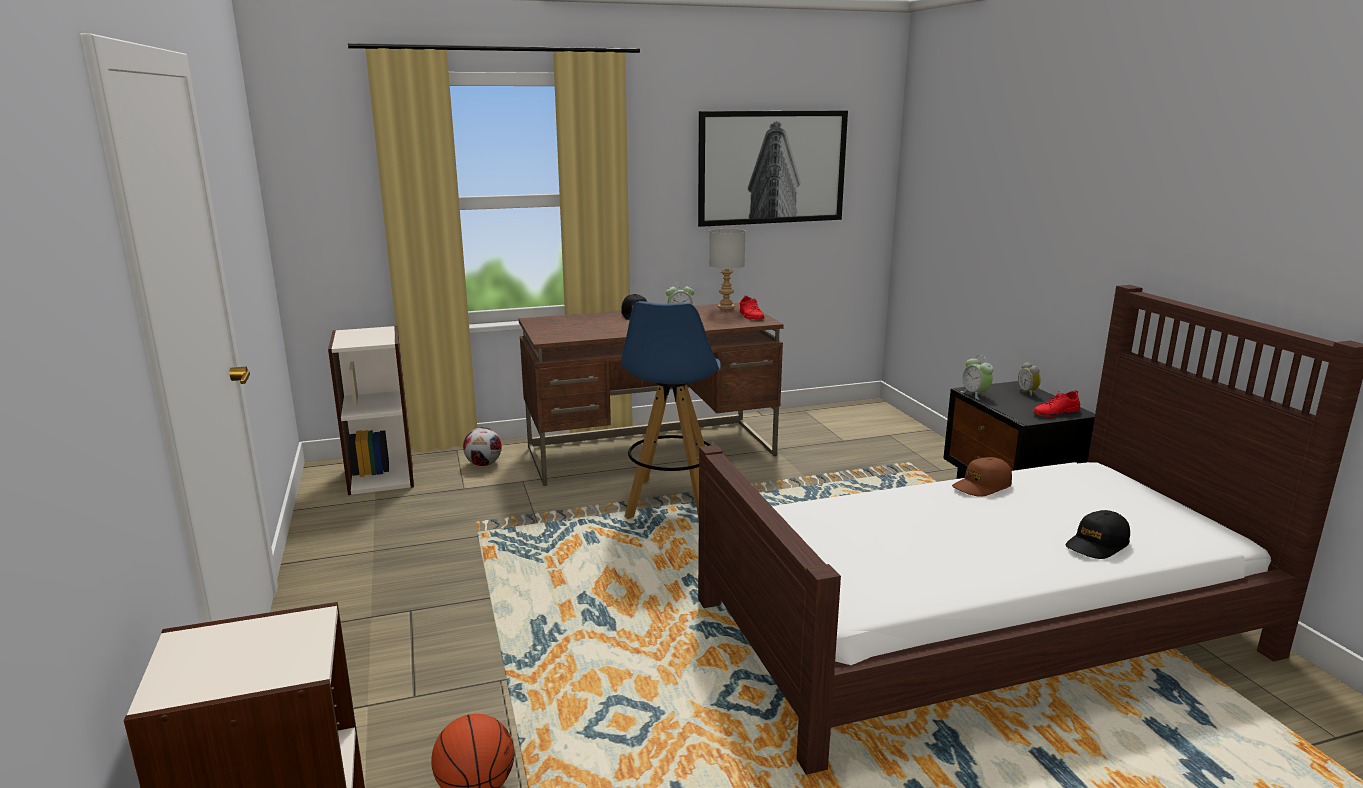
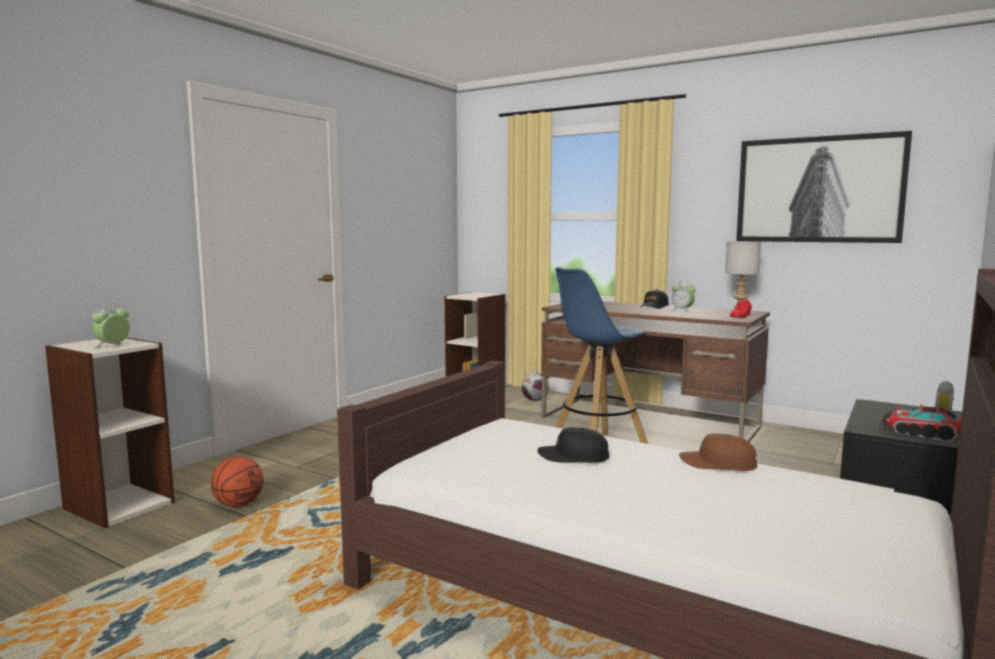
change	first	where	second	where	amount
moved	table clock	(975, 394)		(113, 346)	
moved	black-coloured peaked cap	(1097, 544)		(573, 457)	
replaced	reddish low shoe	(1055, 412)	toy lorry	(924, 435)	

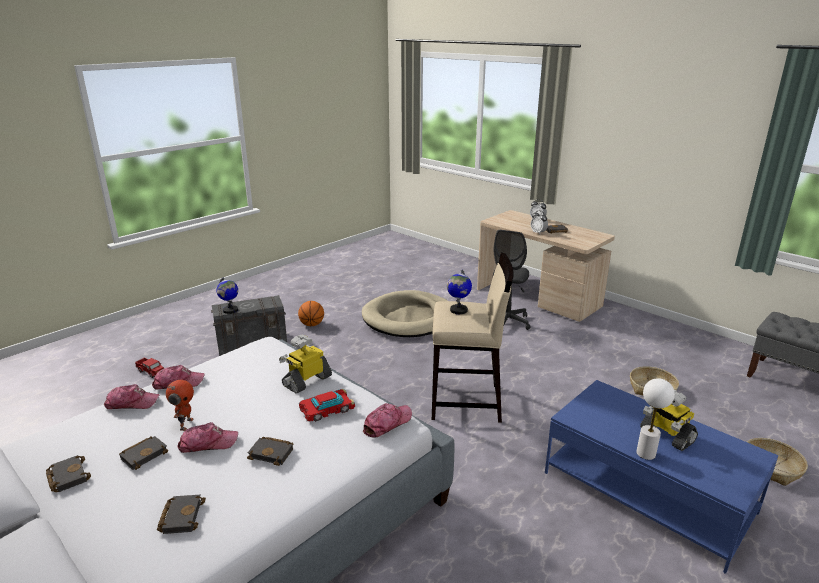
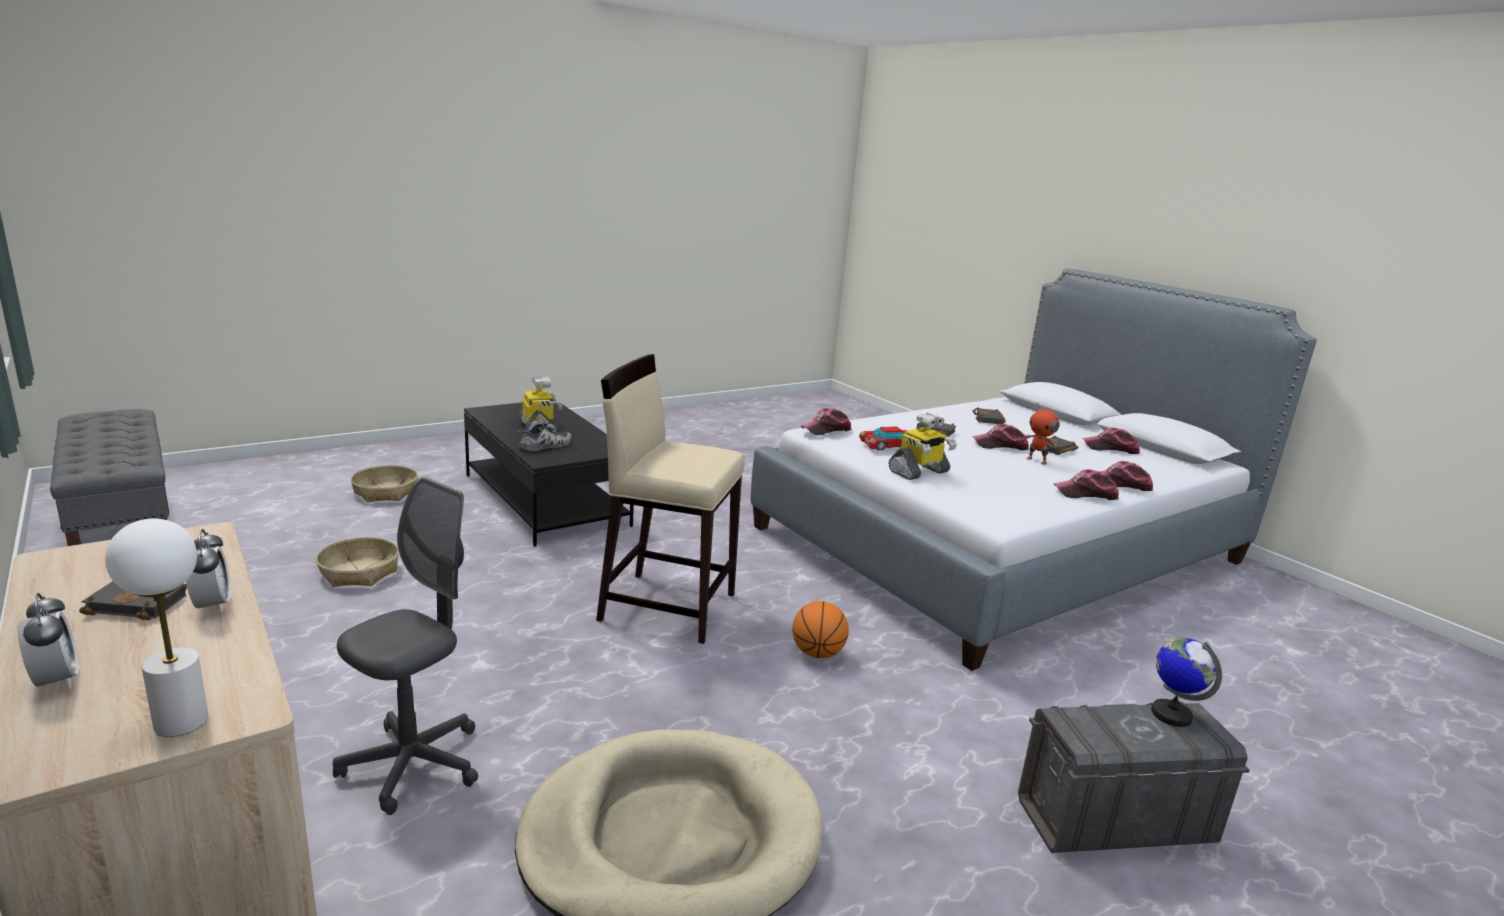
change	first	where	second	where	amount
moved	white-coloured tabletop lamp	(645, 453)		(182, 721)	
recoloured	bluish lounge table	(647, 492)	black-coloured lounge table	(545, 500)	
added			low shoe	(545, 446)	
moved	ball for basketball	(312, 324)		(817, 653)	
turned	robot figure	(185, 424)		(1037, 460)	60 degrees counterclockwise
replaced	black-coloured book	(67, 476)	peaked cap	(1111, 448)	
removed	toy lorry	(151, 371)			
removed	globe	(458, 310)			

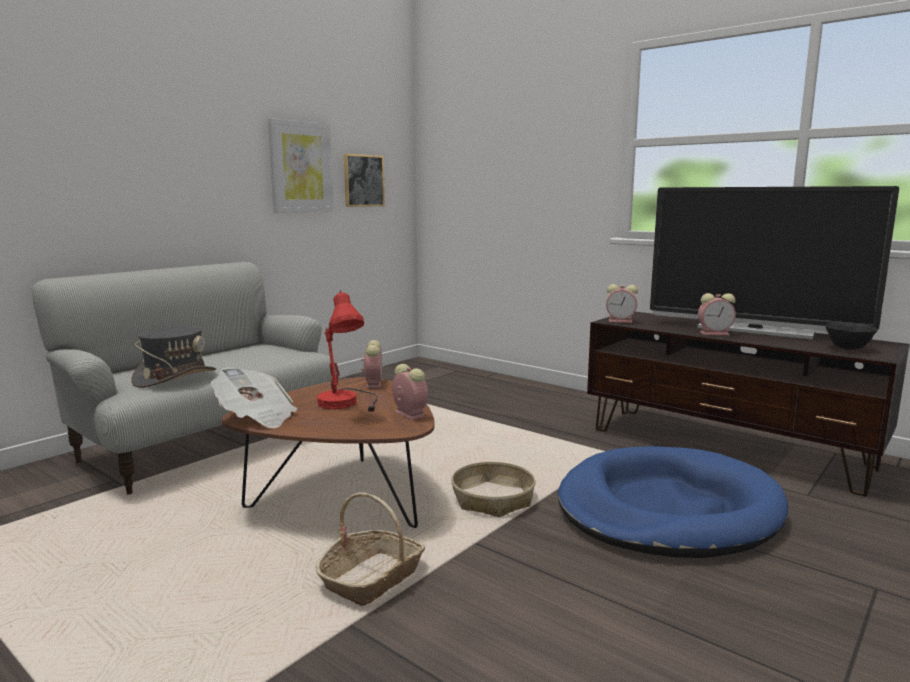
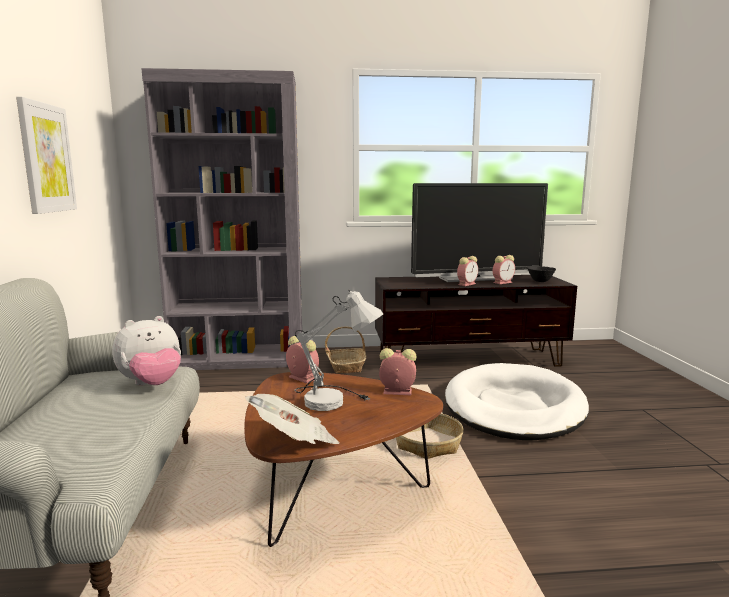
change	first	where	second	where	amount
added			plush toy	(152, 384)	
added			greyish bookshelf	(239, 360)	
recoloured	reddish tabletop lamp	(350, 404)	white-coloured tabletop lamp	(335, 400)	
moved	storage basket	(372, 578)		(346, 366)	
recoloured	bluish dog cushion	(667, 509)	white-coloured dog cushion	(514, 407)	
moved	table clock	(621, 321)		(503, 282)	
removed	greyish clothing hat	(175, 378)			
removed	wall picture	(363, 180)			

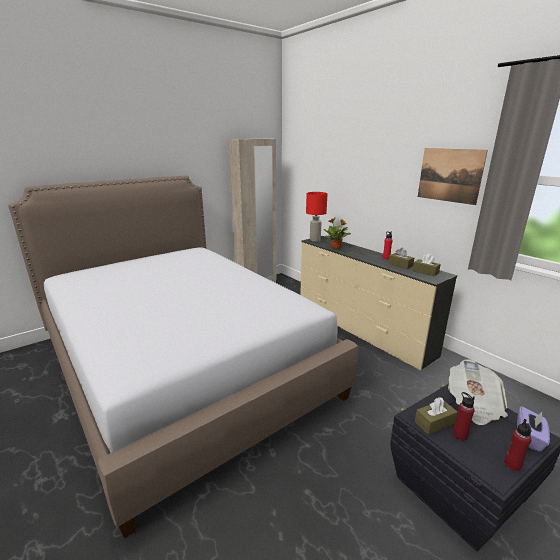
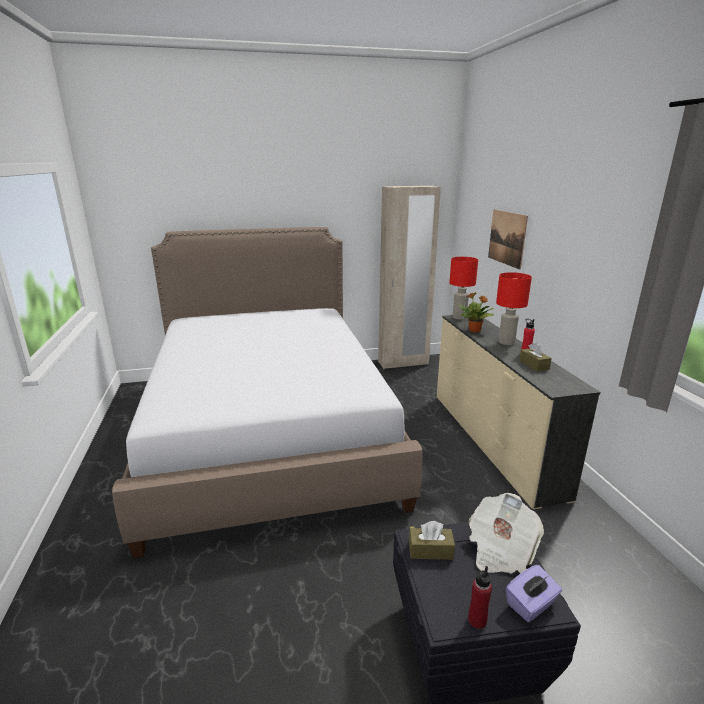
change	first	where	second	where	amount
moved	wall picture	(449, 175)		(507, 238)	
added			reddish tabletop lamp	(506, 342)	
removed	brownish box of tissues	(425, 272)			
removed	reddish bottle	(459, 435)			

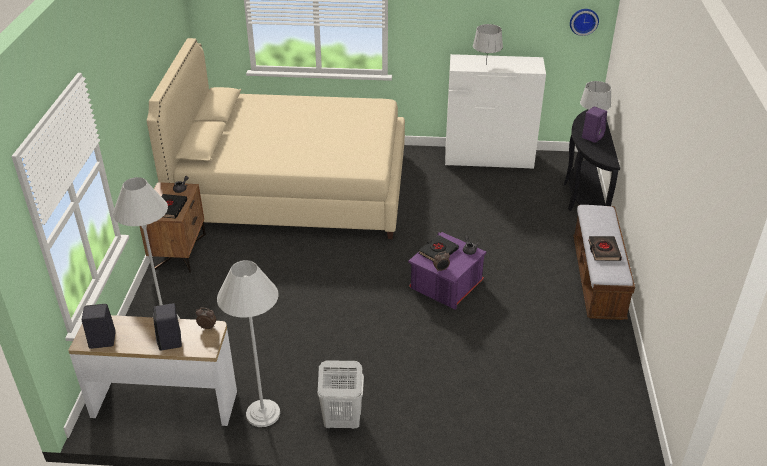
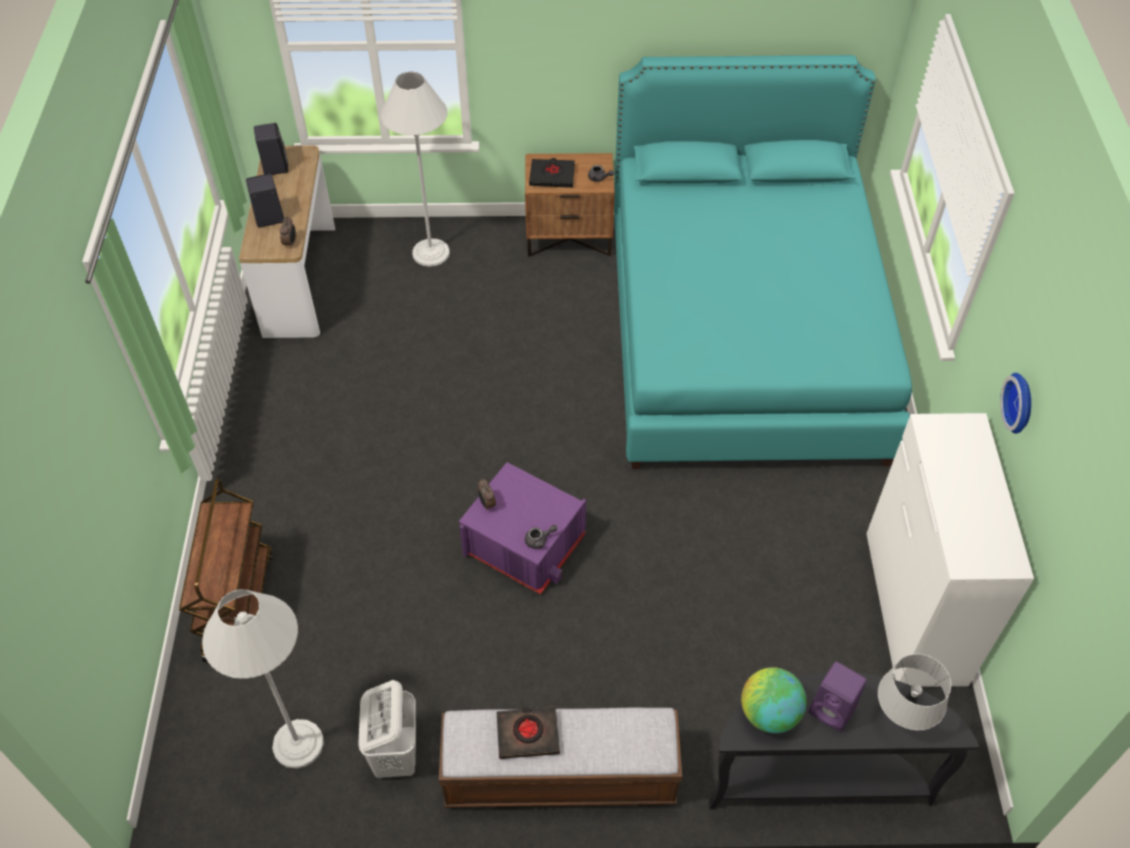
change	first	where	second	where	amount
added			brownish wheeled cart	(238, 605)	
moved	white-coloured standing lamp	(263, 413)		(298, 744)	
moved	white-coloured laundry basket	(341, 421)		(396, 754)	
recoloured	beige sleeping bed	(293, 189)	turquoise sleeping bed	(741, 333)	
added			globe	(769, 713)	
moved	hanging clock	(583, 21)		(1021, 403)	
removed	black-coloured book	(438, 251)			
removed	greyish tabletop lamp	(486, 64)			

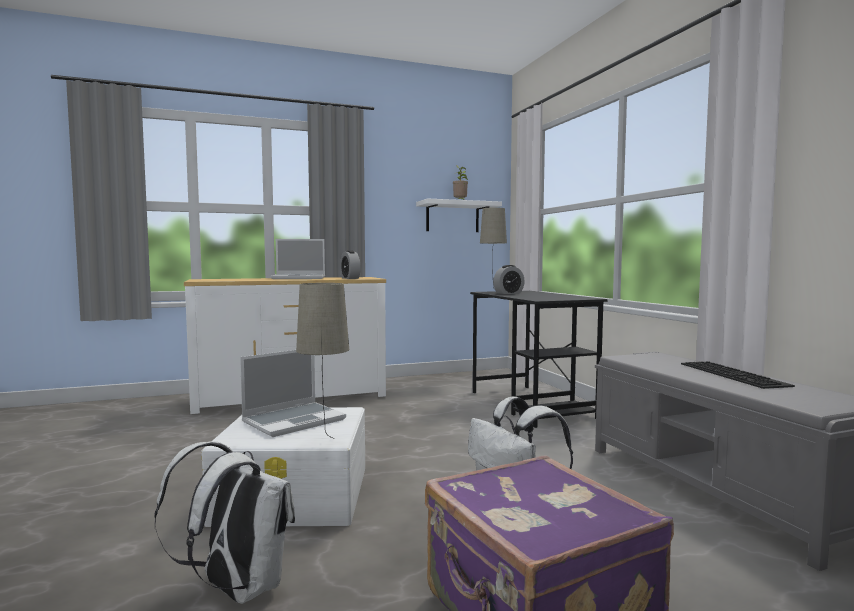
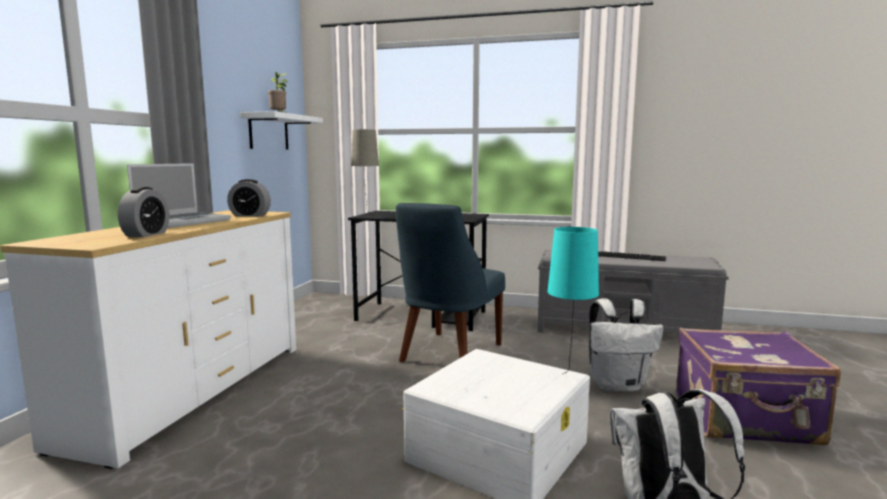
change	first	where	second	where	amount
moved	table clock	(508, 293)		(146, 234)	
added			bluish chair	(448, 354)	
recoloured	beige tabletop lamp	(324, 442)	turquoise tabletop lamp	(569, 379)	
removed	portable computer	(294, 420)			

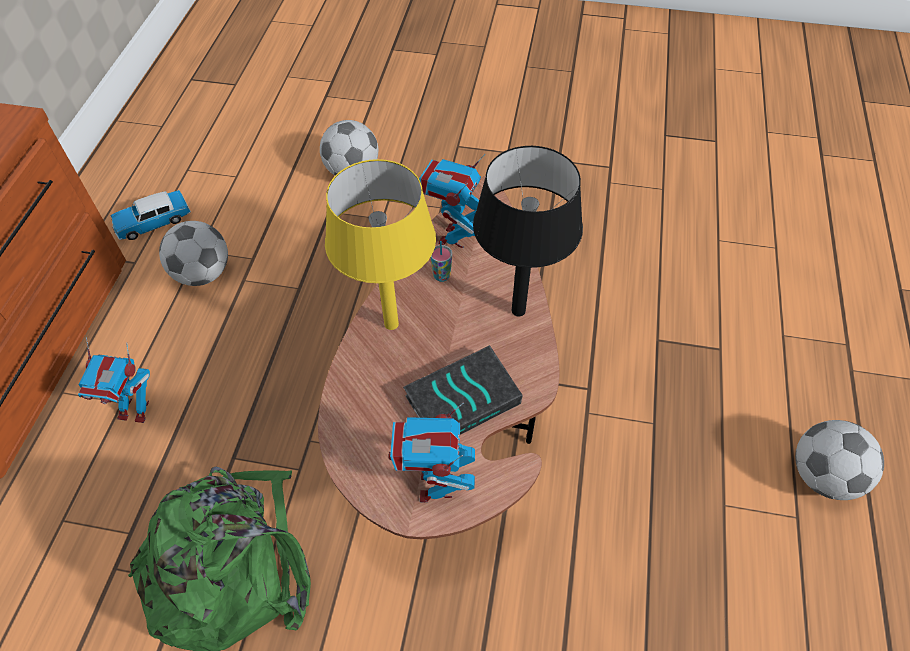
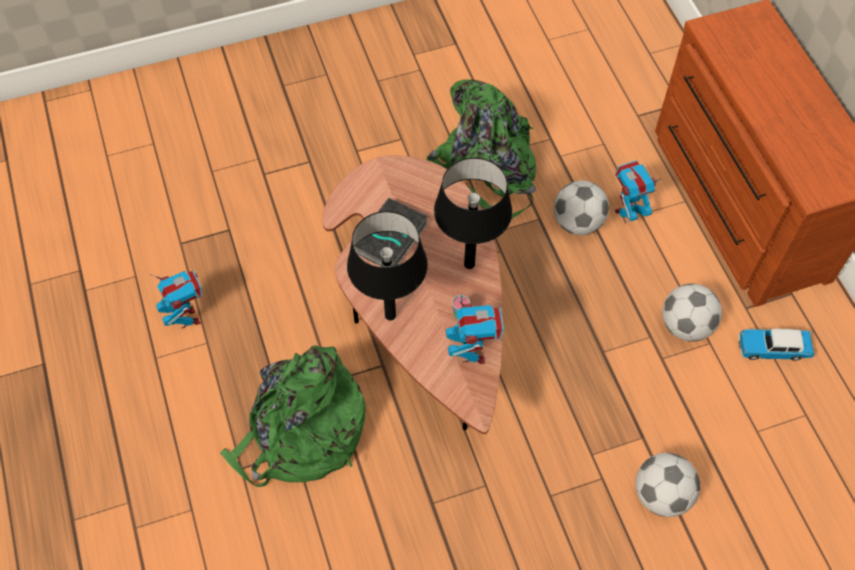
change	first	where	second	where	amount
moved	robot figure	(435, 486)		(188, 318)	
added			green-coloured backpack	(301, 433)	
recoloured	yellow-coloured tabletop lamp	(392, 324)	black-coloured tabletop lamp	(469, 264)	
moved	football	(823, 476)		(577, 222)	
turned	model car	(153, 222)		(773, 348)	120 degrees counterclockwise

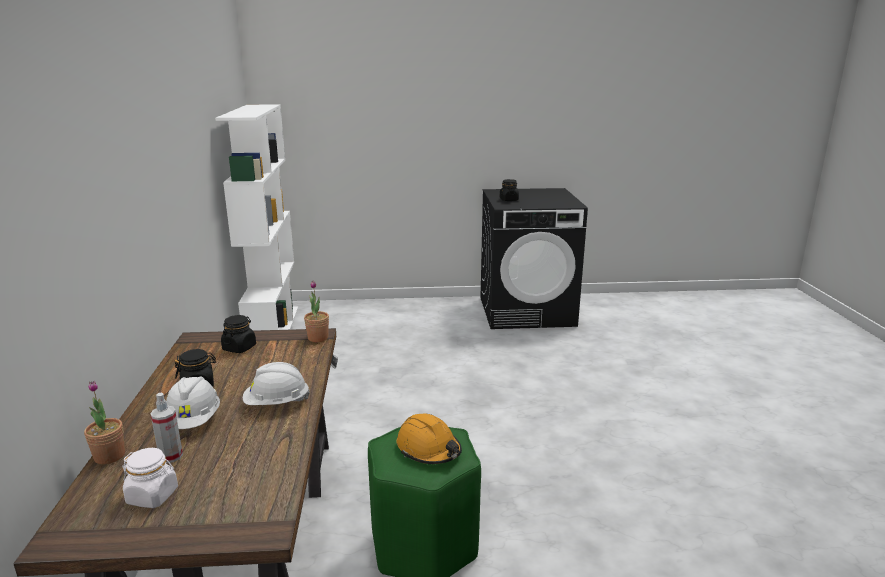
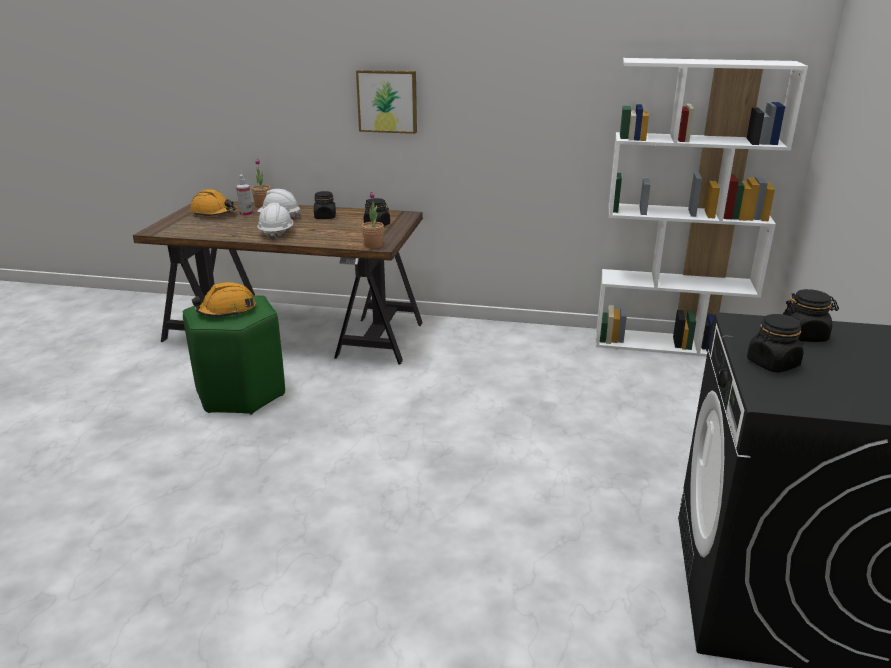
change	first	where	second	where	amount
replaced	white-coloured preserve jar	(153, 496)	orange-coloured work helmet	(213, 213)	
added			wall picture	(387, 101)	
added			black-coloured preserve jar	(772, 364)	

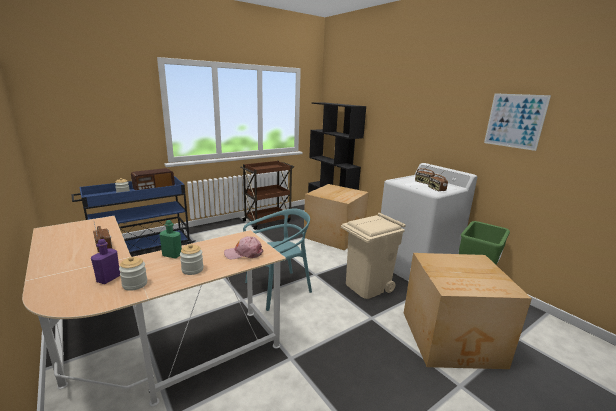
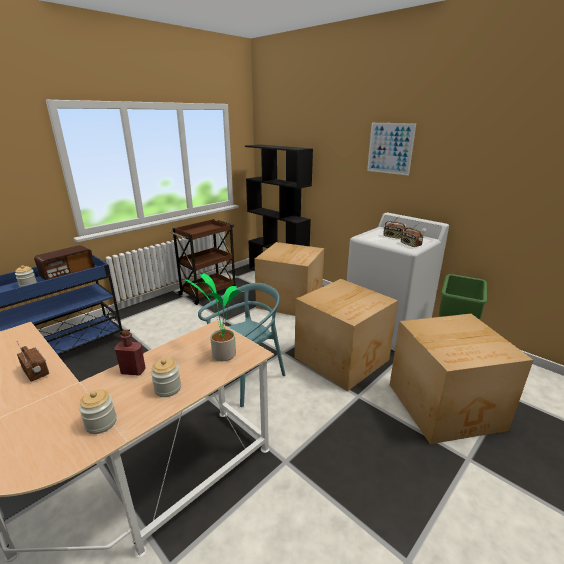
change	first	where	second	where	amount
recoloured	green-coloured bottle	(172, 255)	reddish bottle	(133, 371)	
replaced	pinkish peaked cap	(244, 253)	plant in a pot	(222, 355)	
replaced	beige trash can	(367, 286)	carton	(343, 358)	
moved	wall picture	(514, 121)		(390, 148)	
removed	purple bottle	(108, 279)			

